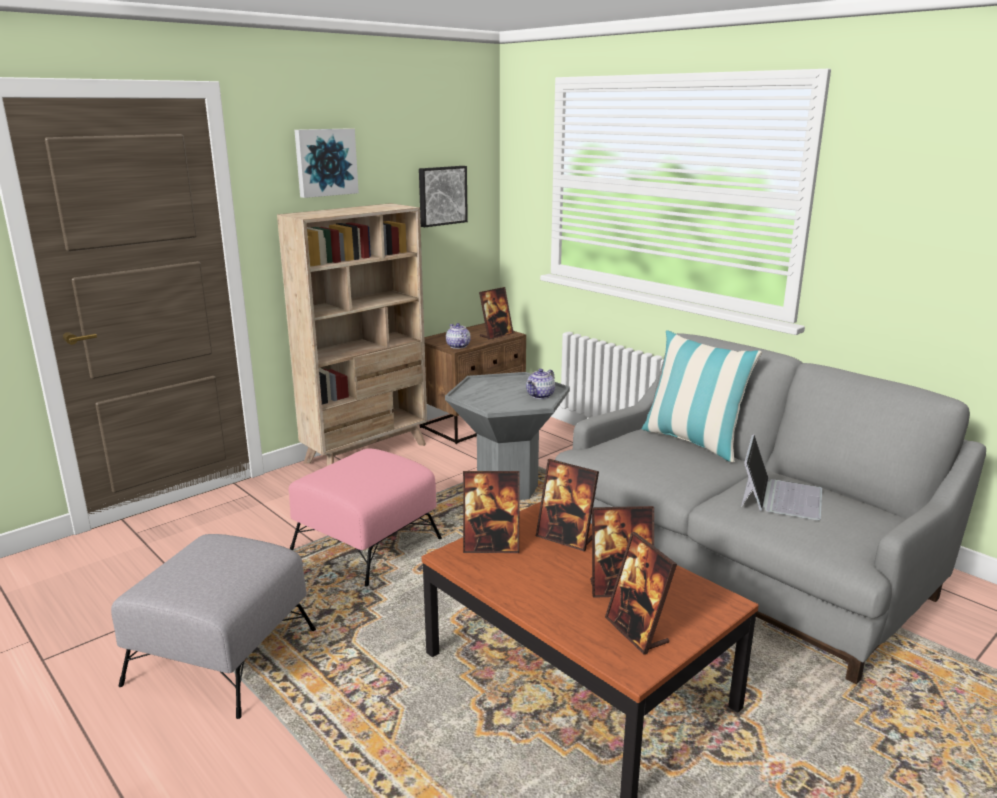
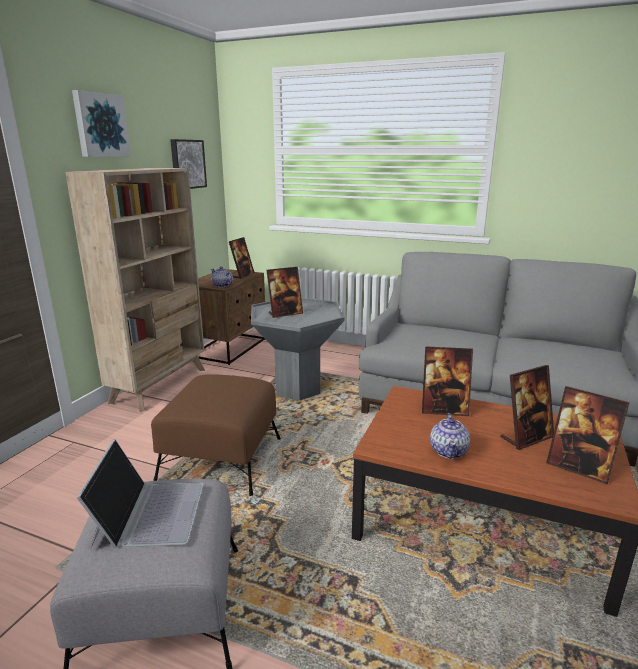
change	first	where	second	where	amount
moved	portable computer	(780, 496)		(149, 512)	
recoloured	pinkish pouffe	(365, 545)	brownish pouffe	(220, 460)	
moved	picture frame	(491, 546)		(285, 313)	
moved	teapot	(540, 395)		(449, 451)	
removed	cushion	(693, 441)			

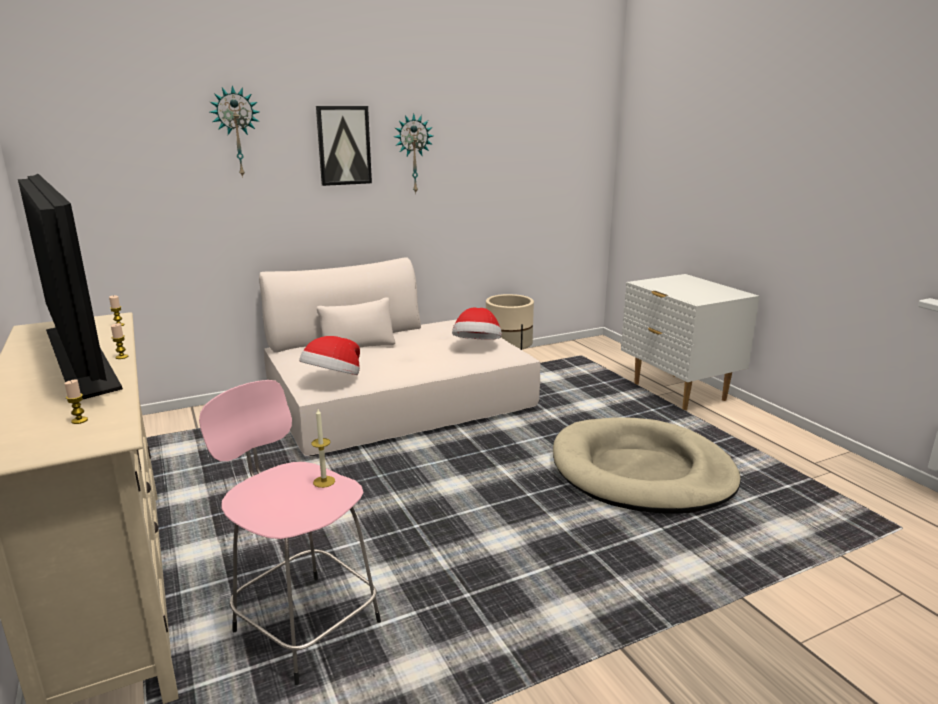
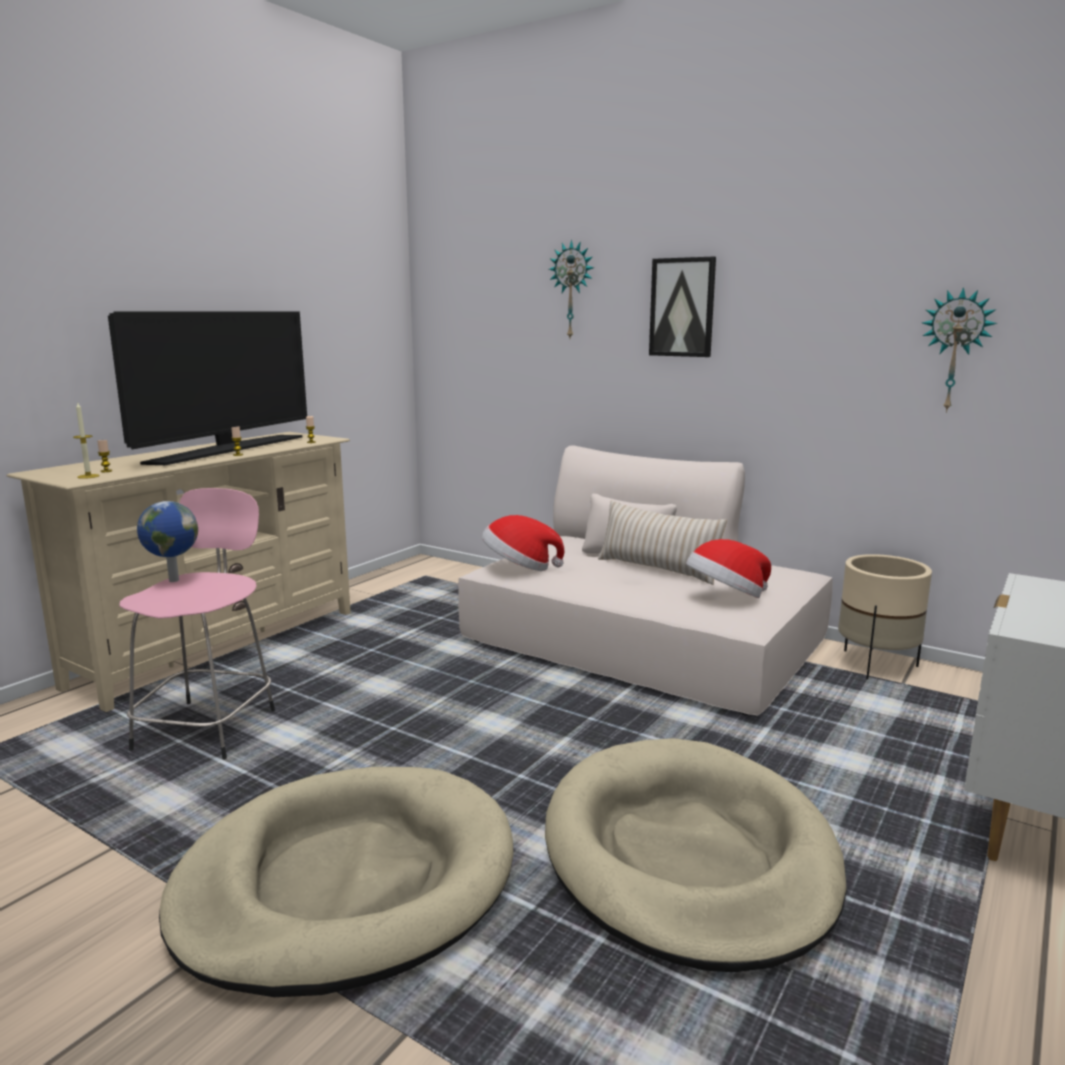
change	first	where	second	where	amount
moved	wax candle	(324, 481)		(88, 476)	
added			globe	(173, 580)	
added			beige dog cushion	(346, 883)	
added			beige cushion	(657, 569)	
moved	hanging clock	(413, 154)		(955, 350)	

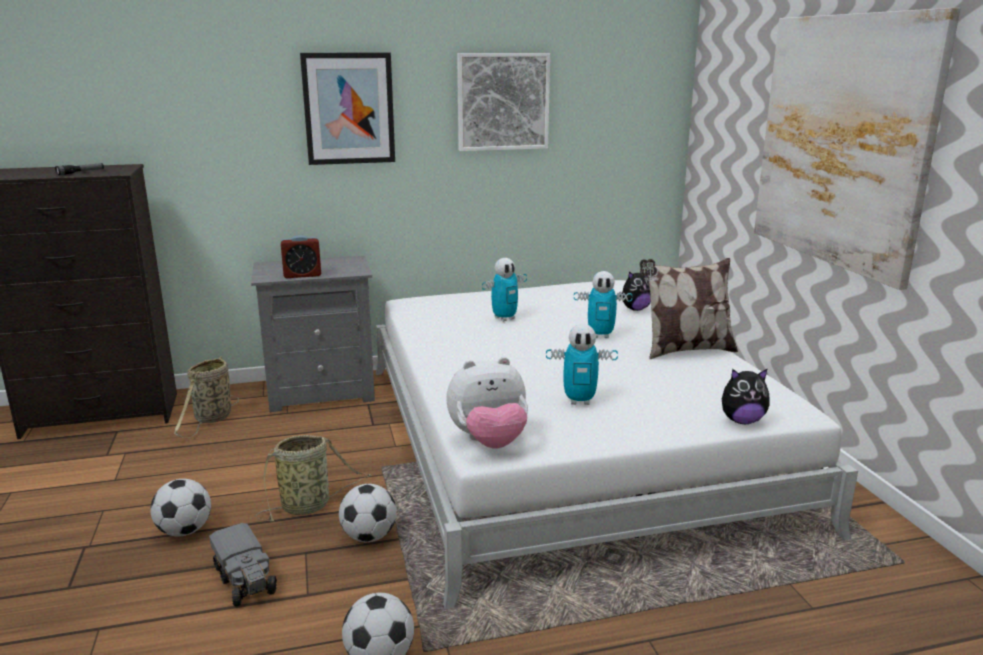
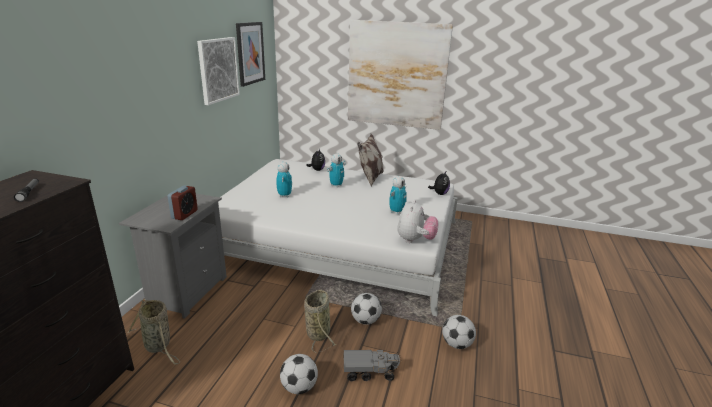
change	first	where	second	where	amount
moved	wall picture	(349, 108)		(250, 53)	

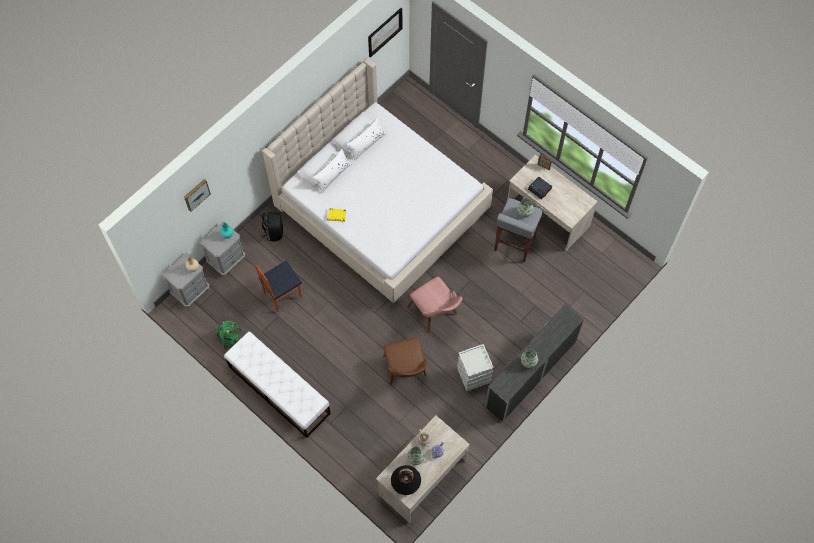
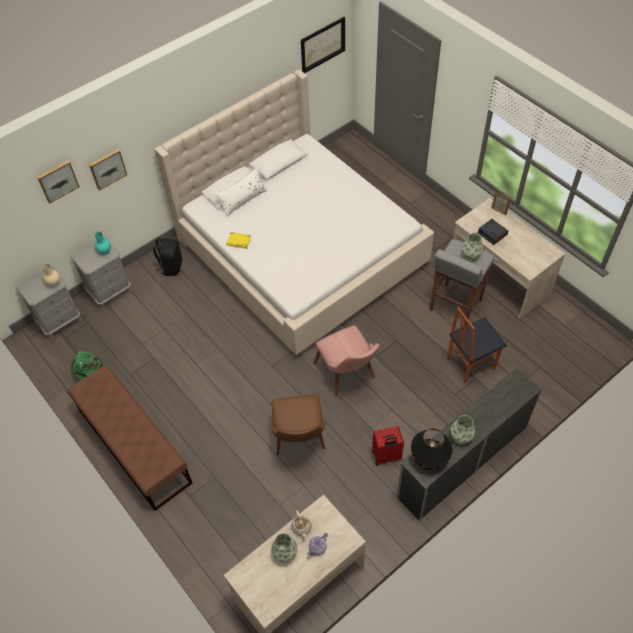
change	first	where	second	where	amount
recoloured	white-coloured bench	(279, 390)	brownish bench	(134, 445)	
added			wall picture	(107, 168)	
replaced	greyish storage box	(473, 376)	reddish travel case	(386, 456)	
moved	black-coloured tabletop lamp	(405, 484)		(429, 458)	
moved	chair	(282, 294)		(470, 363)	
removed	white-coloured cushion	(366, 144)			

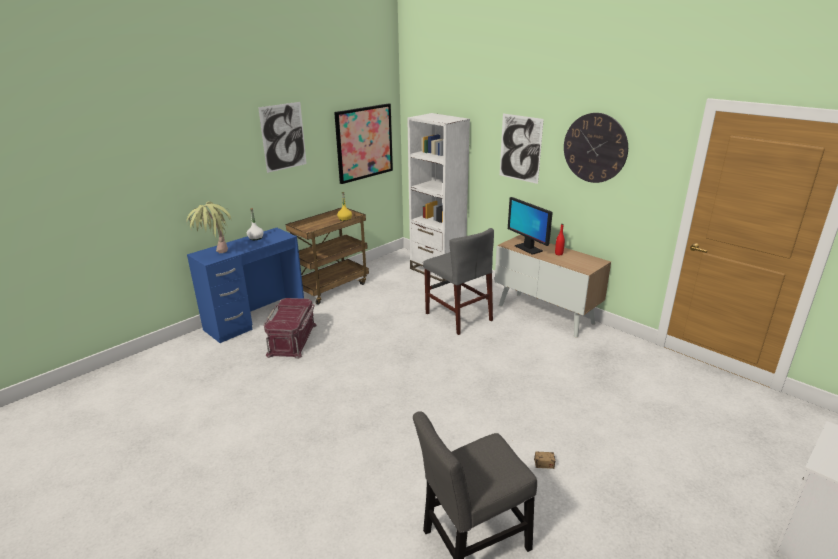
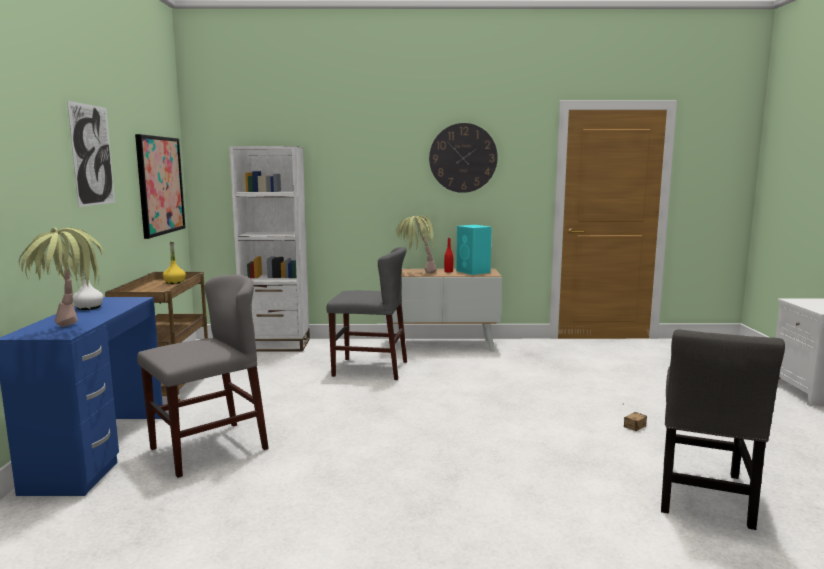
change	first	where	second	where	amount
replaced	reddish storage box	(293, 340)	greyish chair	(208, 448)	
replaced	monitor	(528, 248)	plant in a pot	(416, 273)	
added			turquoise audio speaker	(473, 272)	
removed	wall picture	(520, 148)			

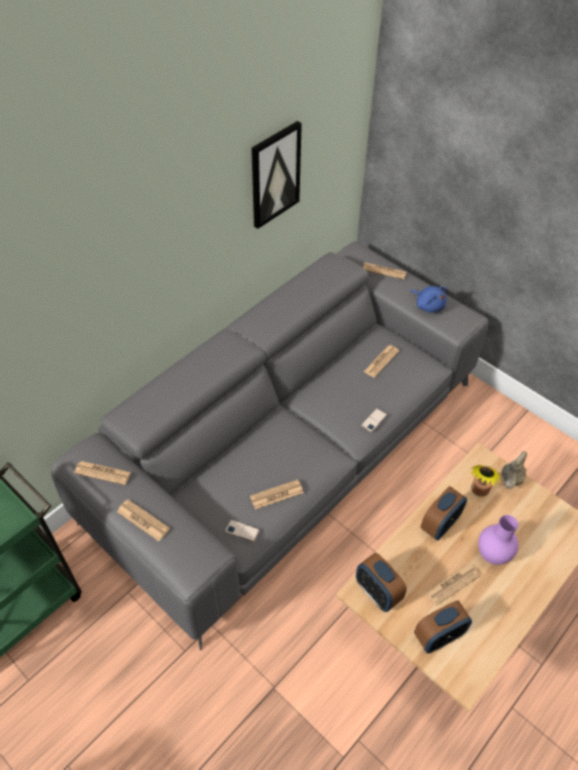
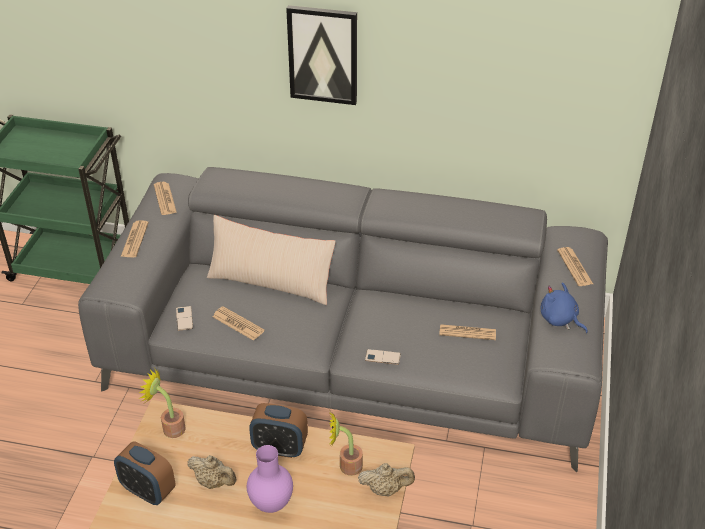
change	first	where	second	where	amount
replaced	table clock	(377, 592)	plant in a pot	(170, 428)	
replaced	printed paper	(452, 584)	beige teapot	(214, 482)	
added			beige cushion	(271, 281)	
moved	wall picture	(274, 175)		(323, 54)	
turned	bluish plush toy	(428, 305)		(560, 320)	120 degrees clockwise

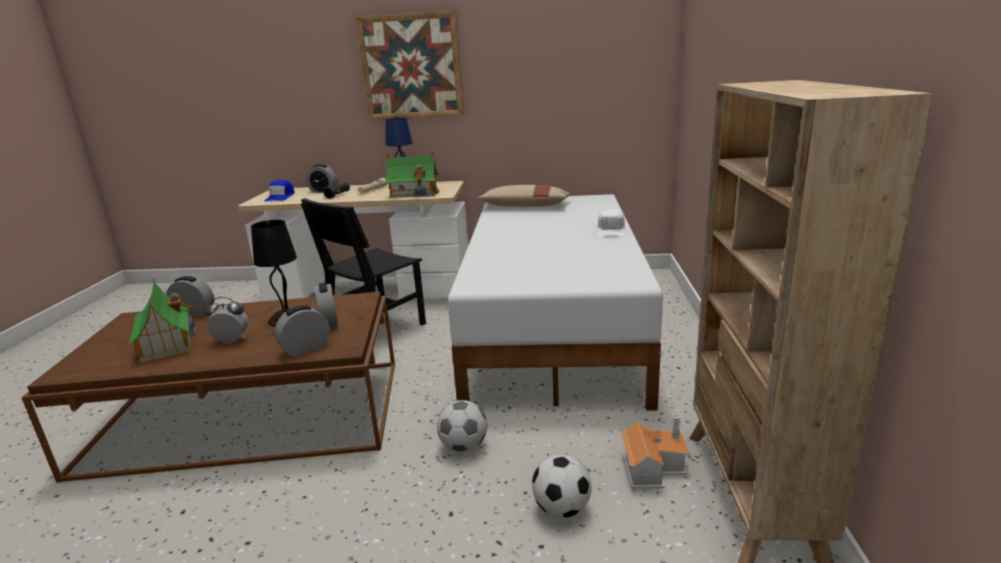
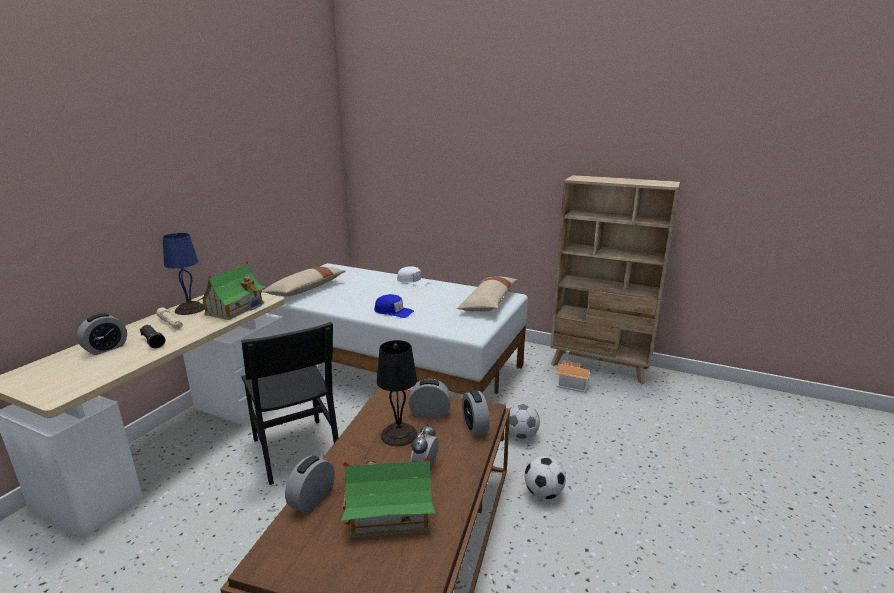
change	first	where	second	where	amount
moved	bluish peaked cap	(280, 197)		(393, 311)	
added			beige cushion	(488, 302)	
moved	football	(562, 508)		(543, 493)	
removed	wall picture	(411, 67)			

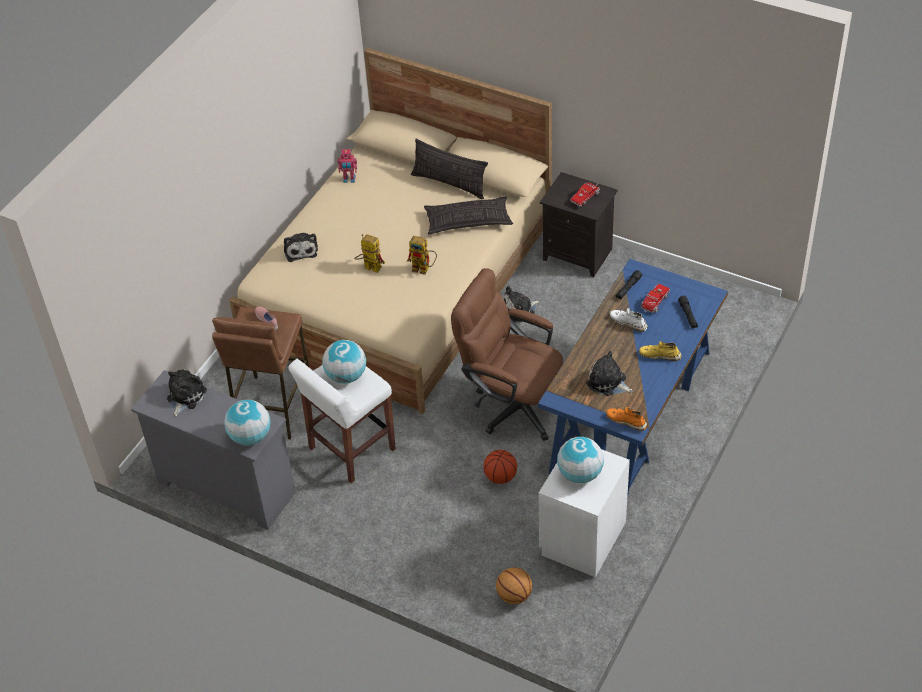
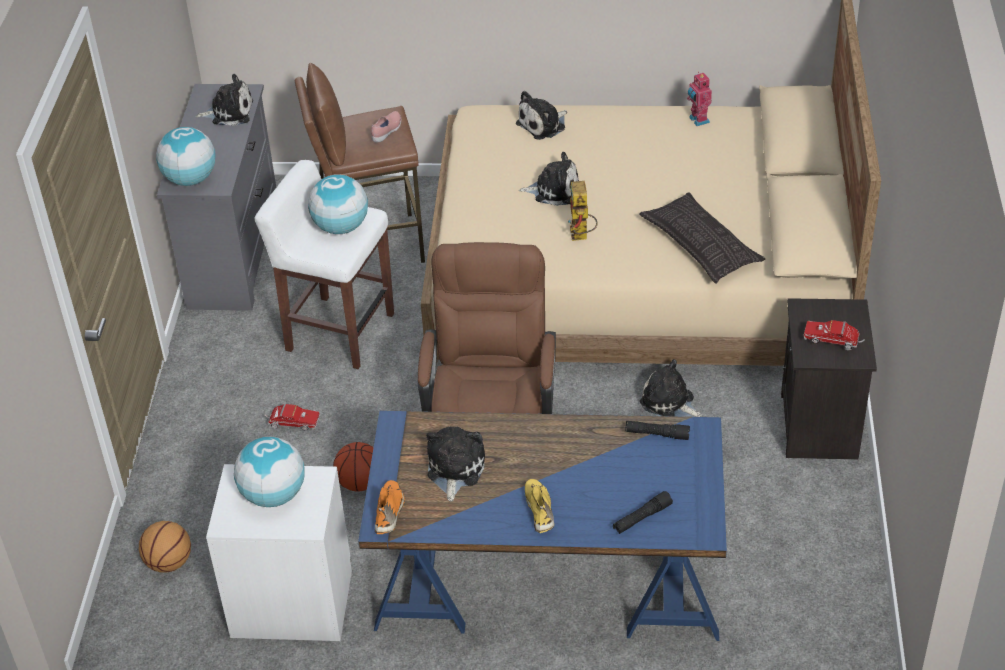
change	first	where	second	where	amount
moved	toy lorry	(654, 303)		(292, 423)	
replaced	robot figure	(369, 267)	plush toy	(553, 190)	
removed	cushion	(449, 183)			
removed	white-coloured low shoe	(628, 322)			

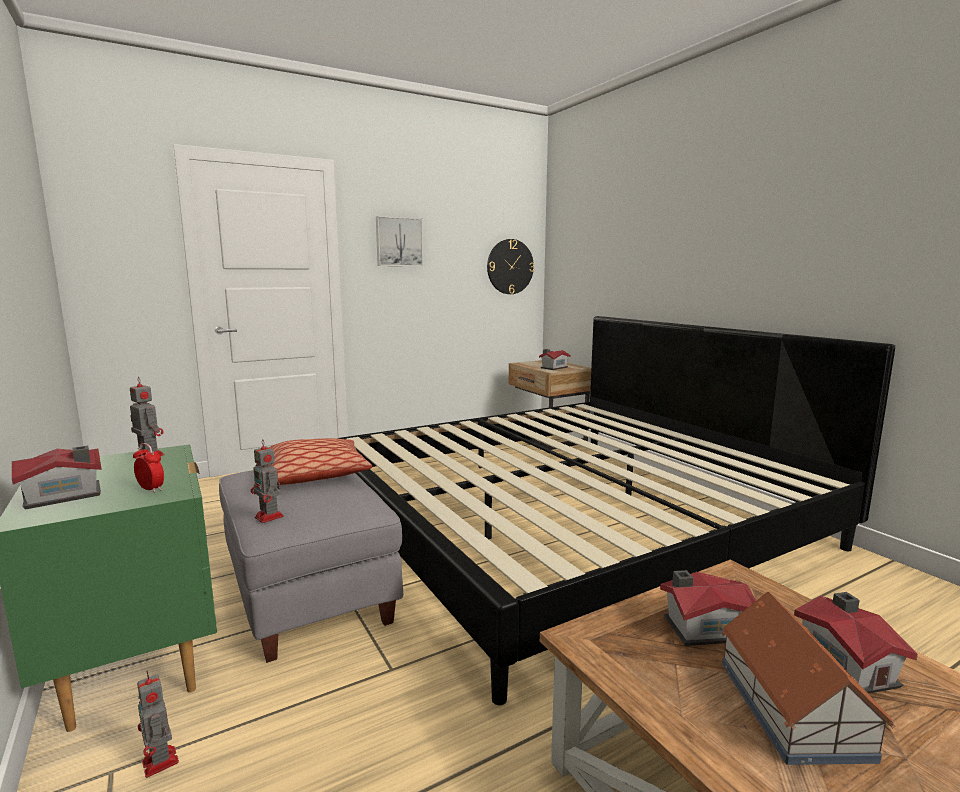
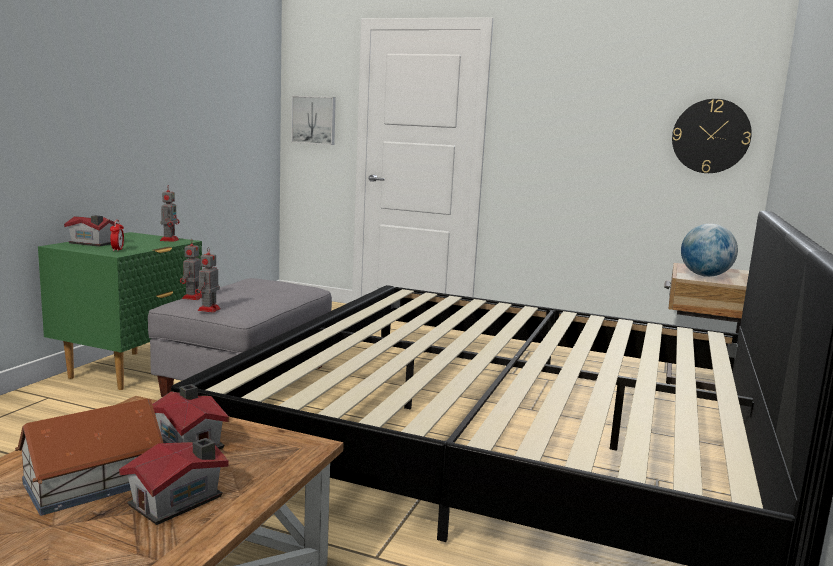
change	first	where	second	where	amount
moved	robot figure	(160, 763)		(208, 310)	
moved	wall picture	(398, 242)		(314, 120)	
replaced	toy house	(553, 367)	globe	(705, 276)	
removed	cushion	(315, 474)			

